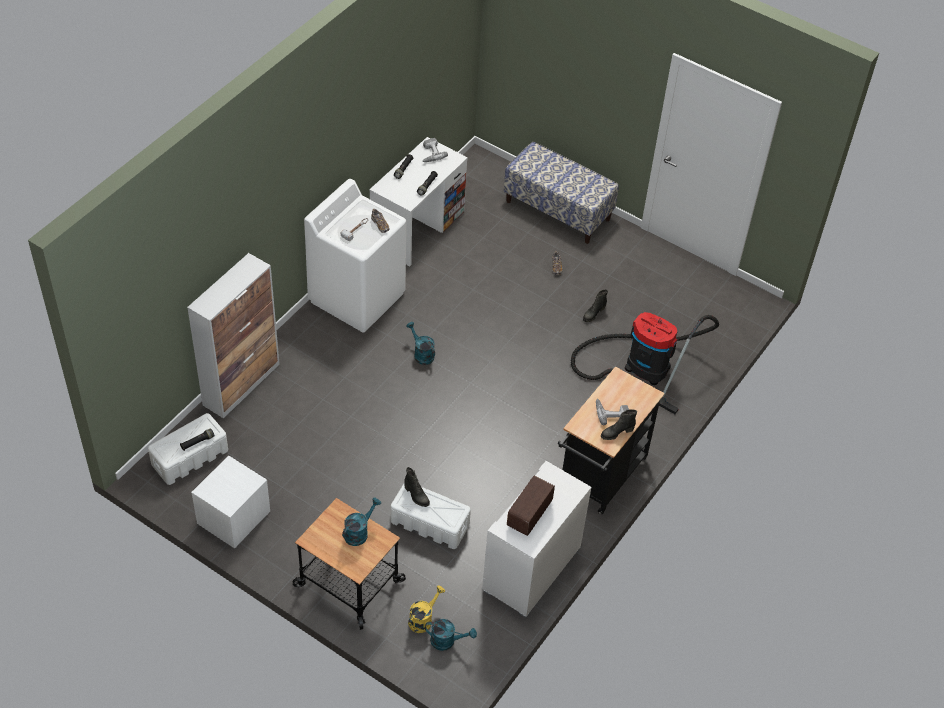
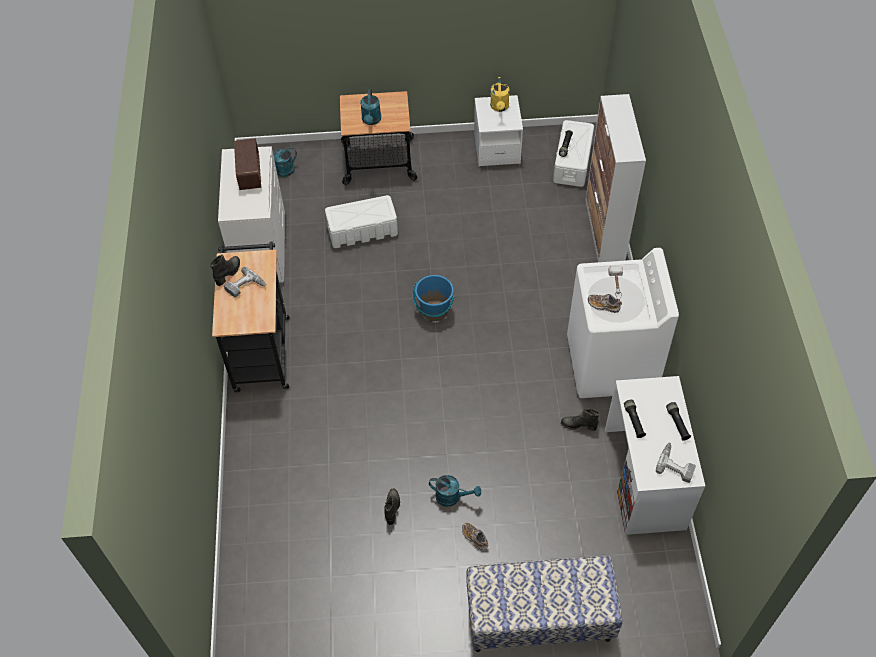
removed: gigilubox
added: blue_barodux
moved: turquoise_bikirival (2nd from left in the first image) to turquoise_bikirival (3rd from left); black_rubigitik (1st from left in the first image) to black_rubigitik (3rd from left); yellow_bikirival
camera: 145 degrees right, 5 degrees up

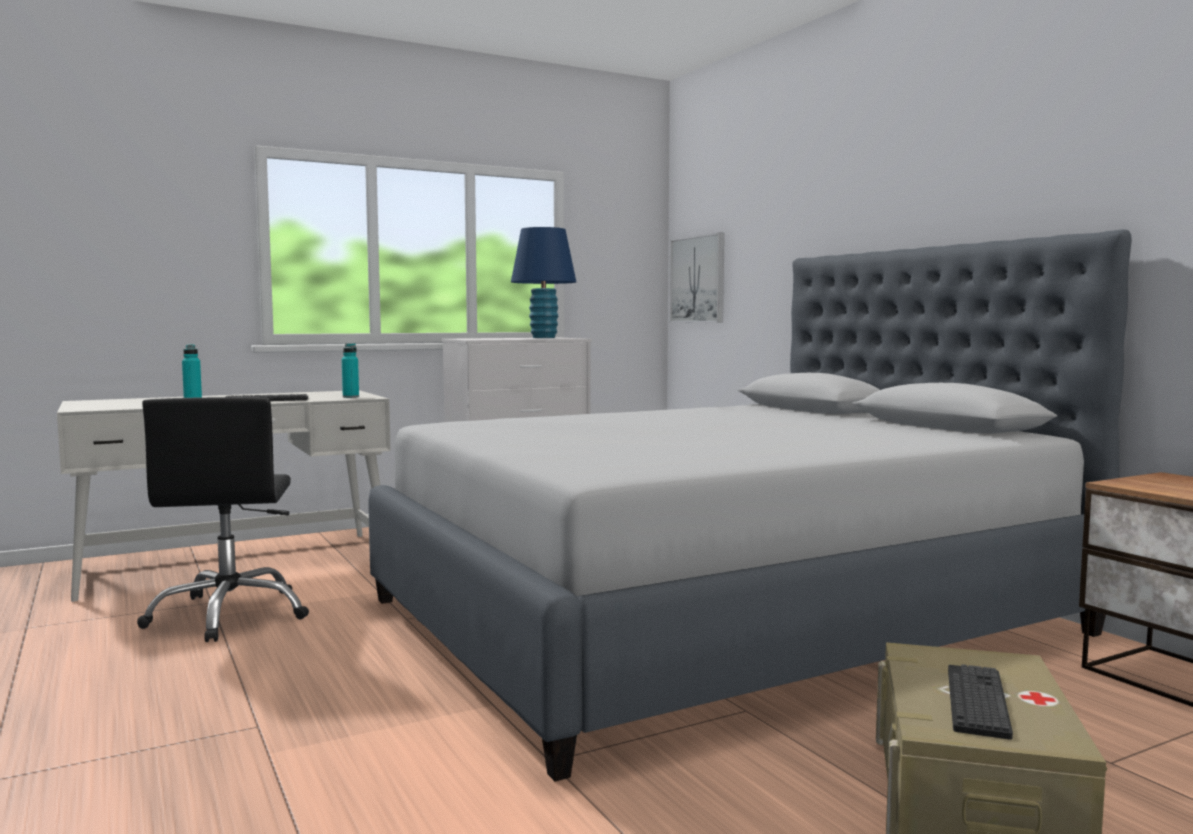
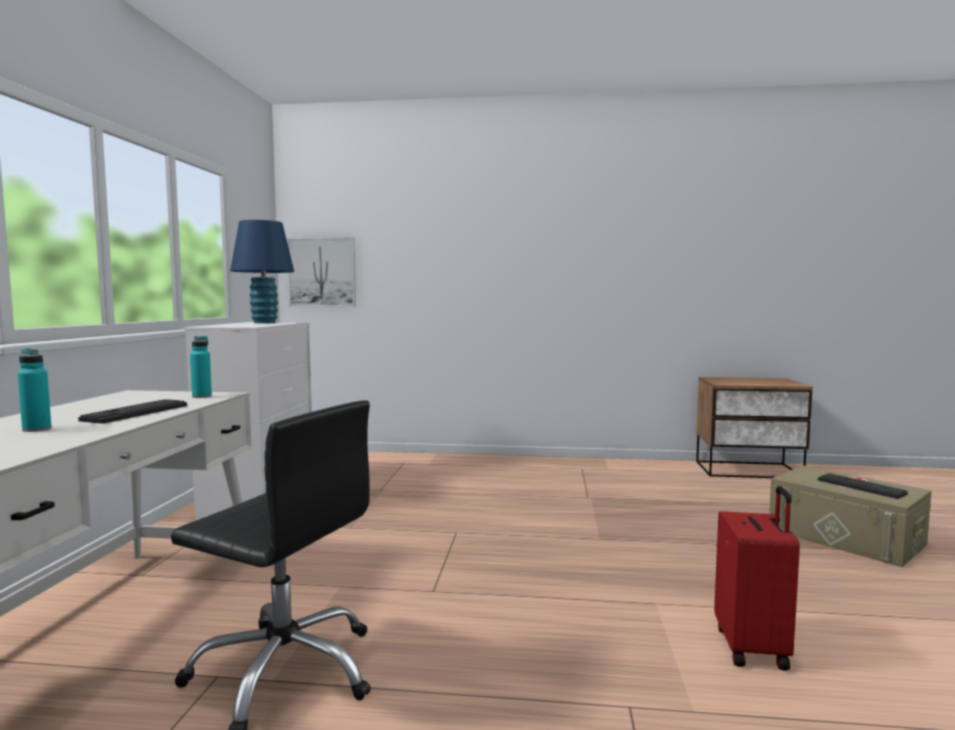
removed: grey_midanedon
added: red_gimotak
camera: 55 degrees left, 0 degrees up

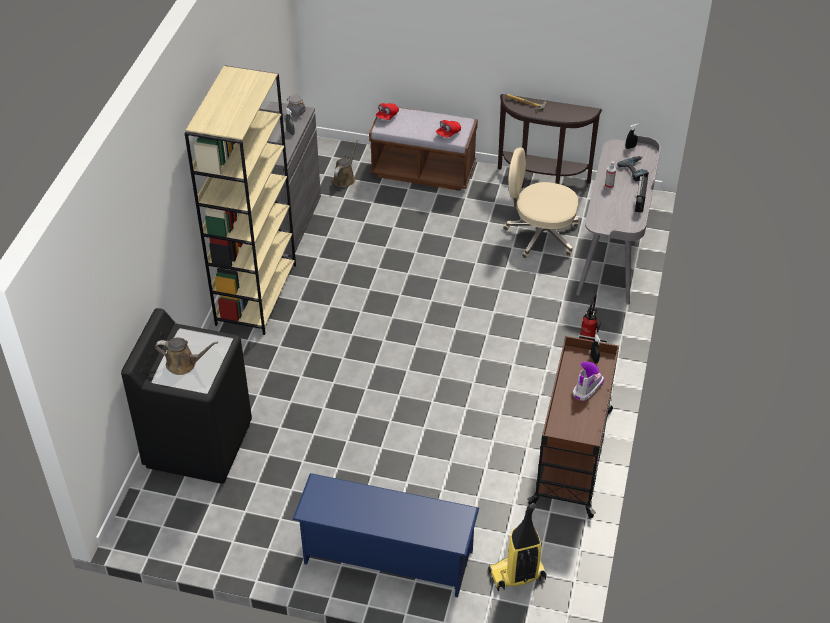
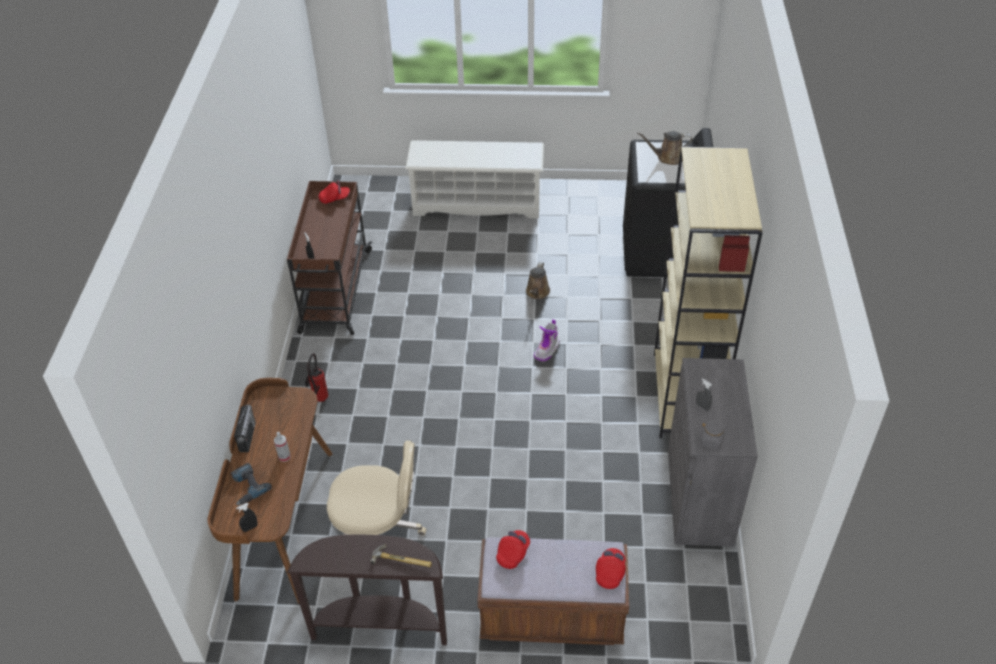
removed: gigilubox
added: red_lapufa (1st from left)
moved: brown_bikirival (2nd from left in the first image) to brown_bikirival (1st from left); rubigitik
recoloured: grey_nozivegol to brown_nozivegol; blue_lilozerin to white_lilozerin
camera: 170 degrees right, 0 degrees up

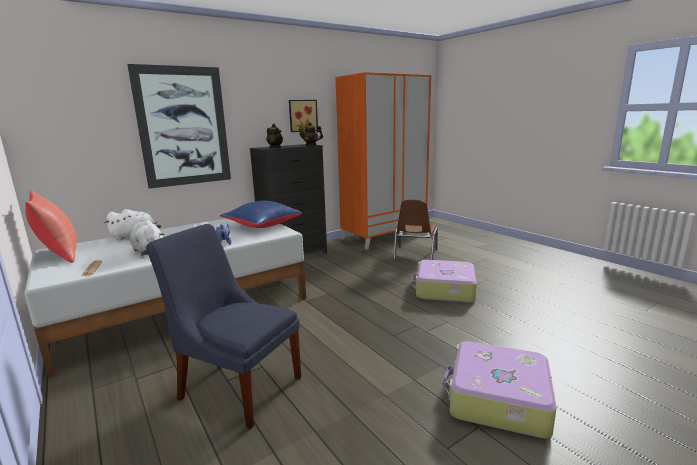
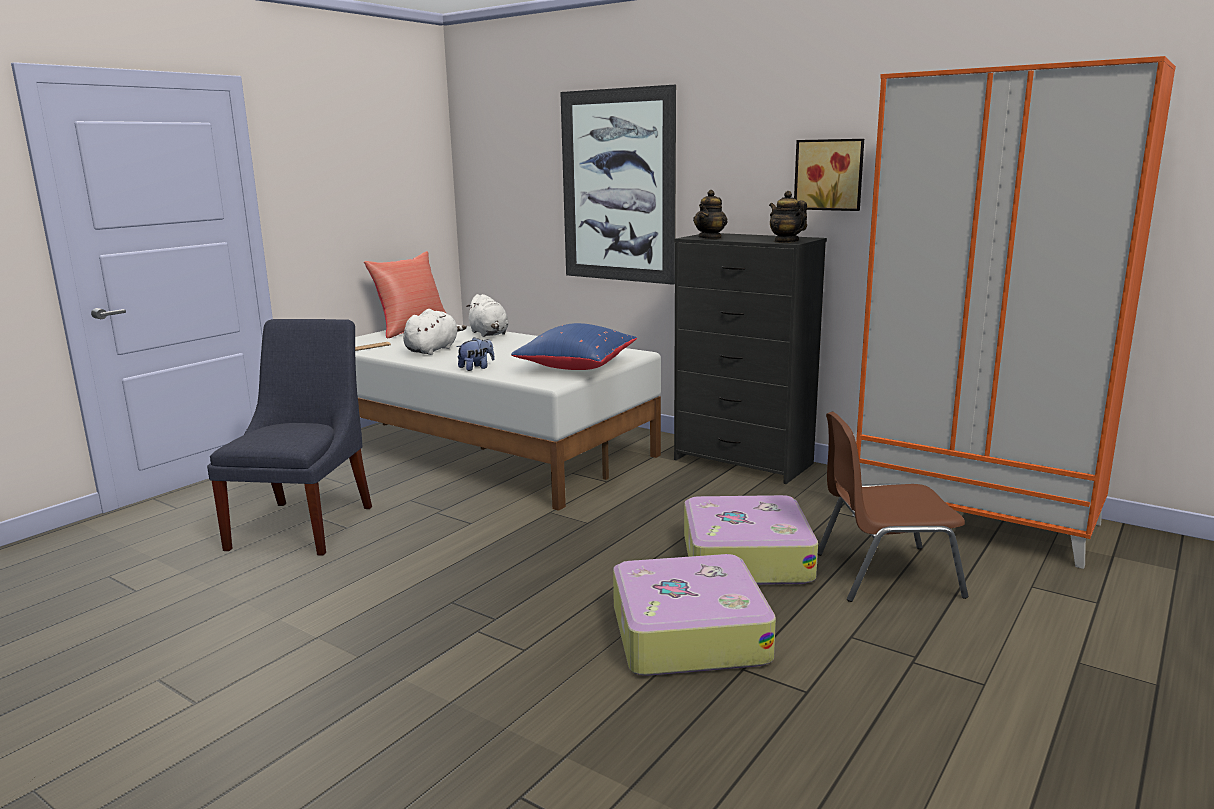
moved: gimotak (2nd from left)
camera: 70 degrees right, 0 degrees up

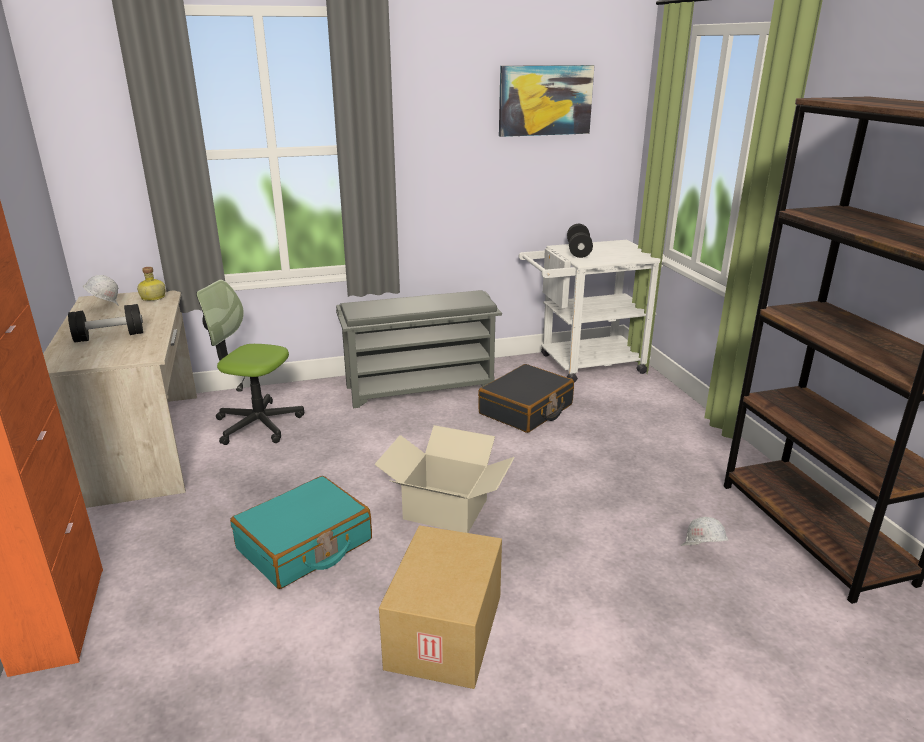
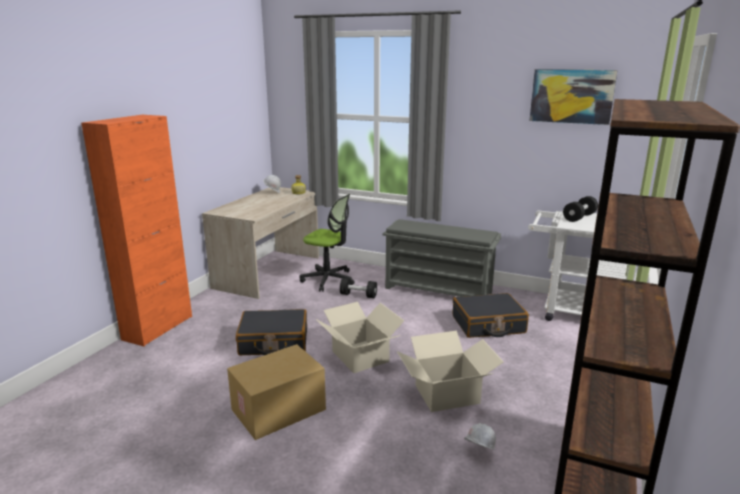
added: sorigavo (3rd from left)
moved: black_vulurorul (1st from left)
recoloured: turquoise_gimotak to black_gimotak (1st from left)
turned: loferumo 150 degrees clockwise
camera: 40 degrees right, 5 degrees down

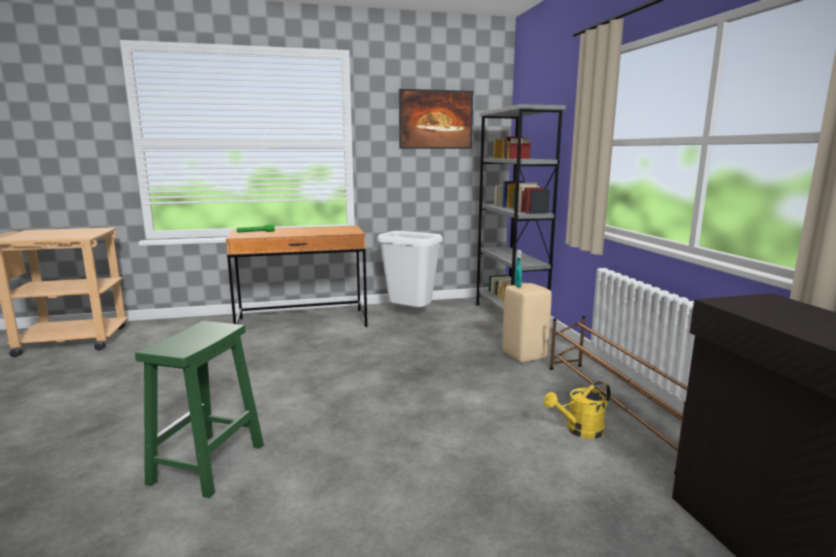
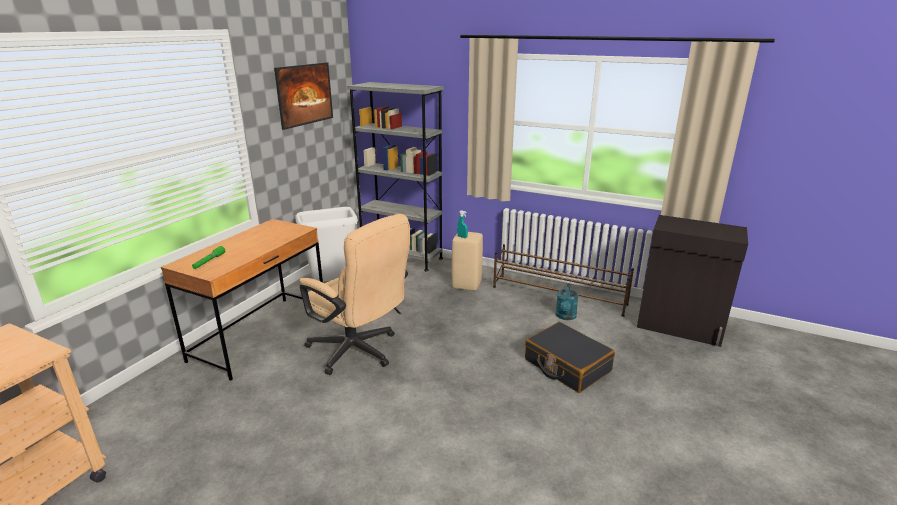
removed: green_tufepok
added: beige_loferumo; black_gimotak
recoloured: yellow_bikirival to turquoise_bikirival
camera: 50 degrees left, 10 degrees up

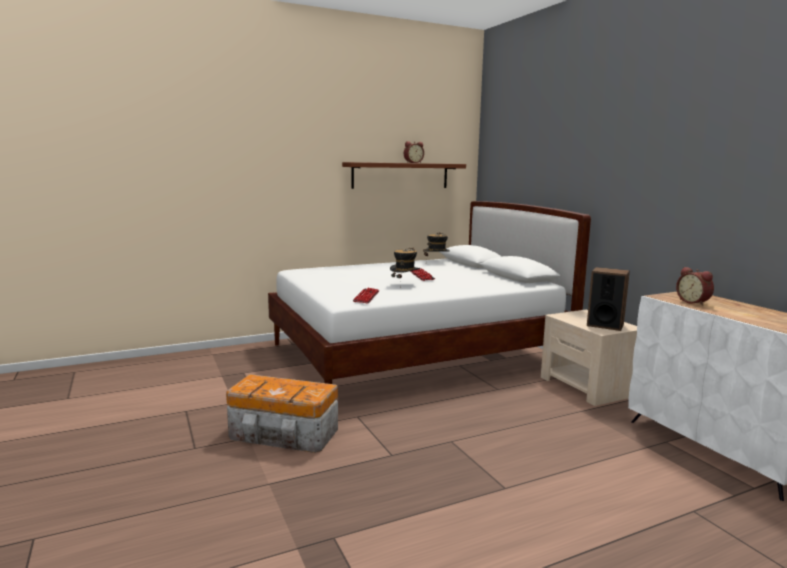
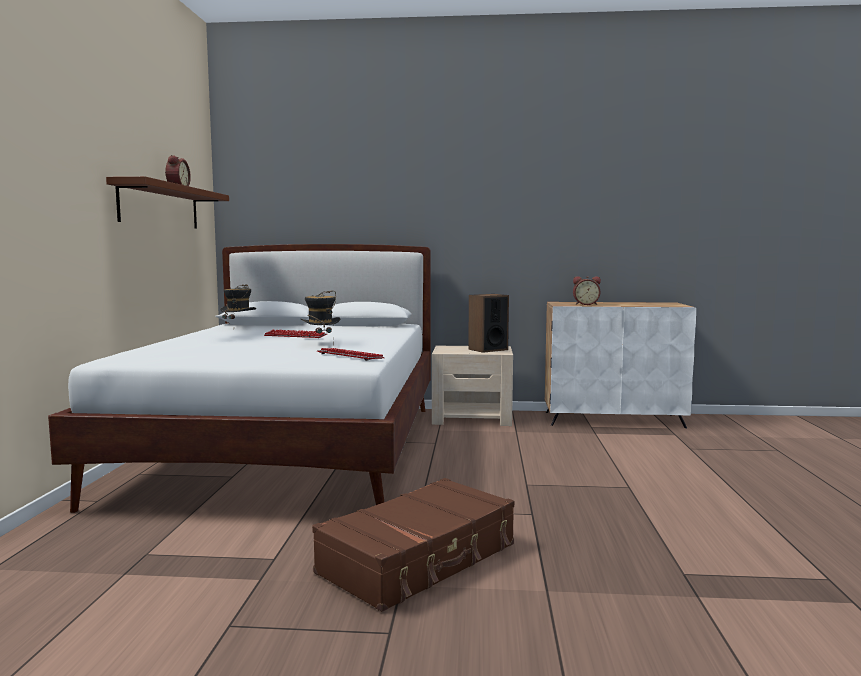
replaced: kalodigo to brown_gimotak
camera: 60 degrees left, 5 degrees down

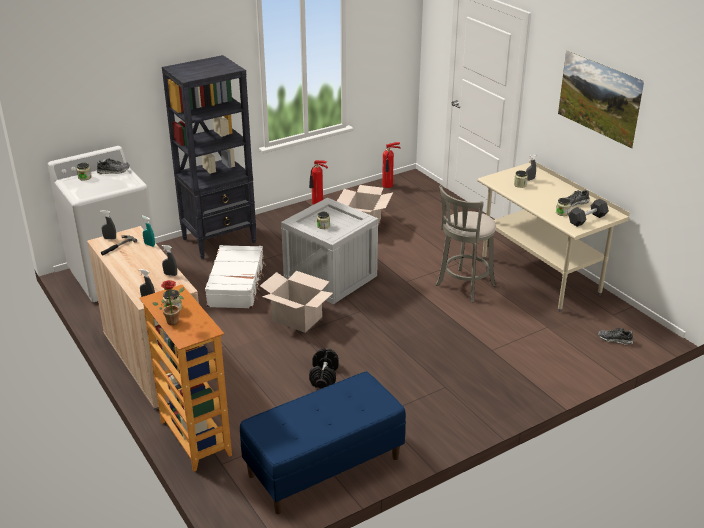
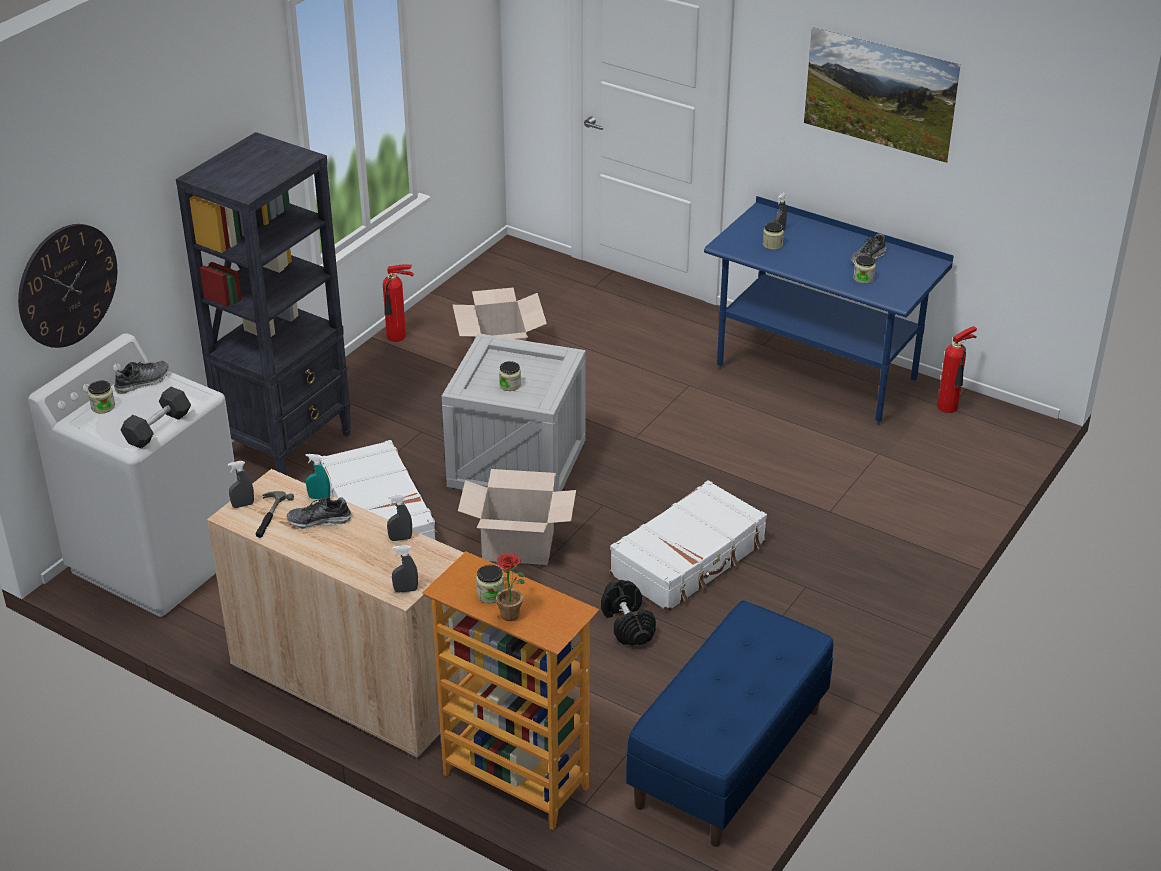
removed: grey_tufepok
added: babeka; white_gimotak (2nd from left)
moved: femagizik (2nd from left); black_vulurorul (2nd from left in the first image) to black_vulurorul (1st from left); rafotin (3rd from left in the first image) to rafotin (2nd from left)
recoloured: beige_nozivegol to blue_nozivegol
camera: 25 degrees left, 5 degrees up

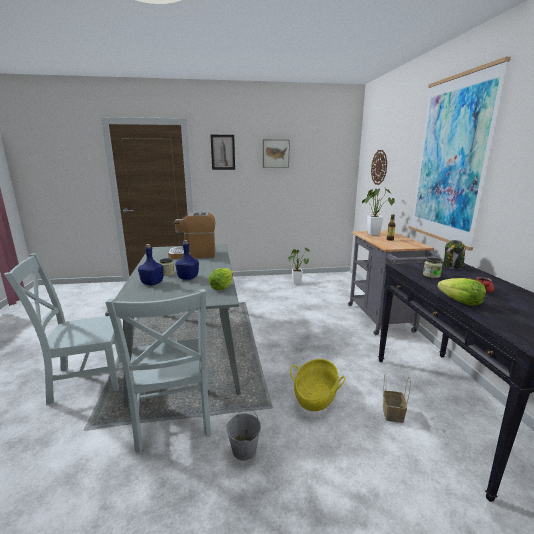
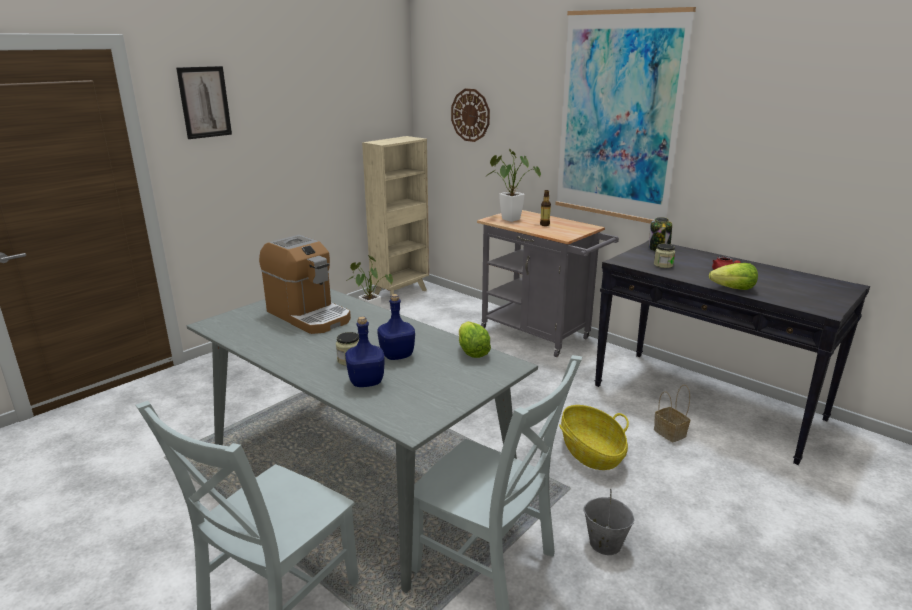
removed: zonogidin (2nd from left)
added: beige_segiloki
turned: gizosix 90 degrees counterclockwise
camera: 40 degrees left, 5 degrees up

